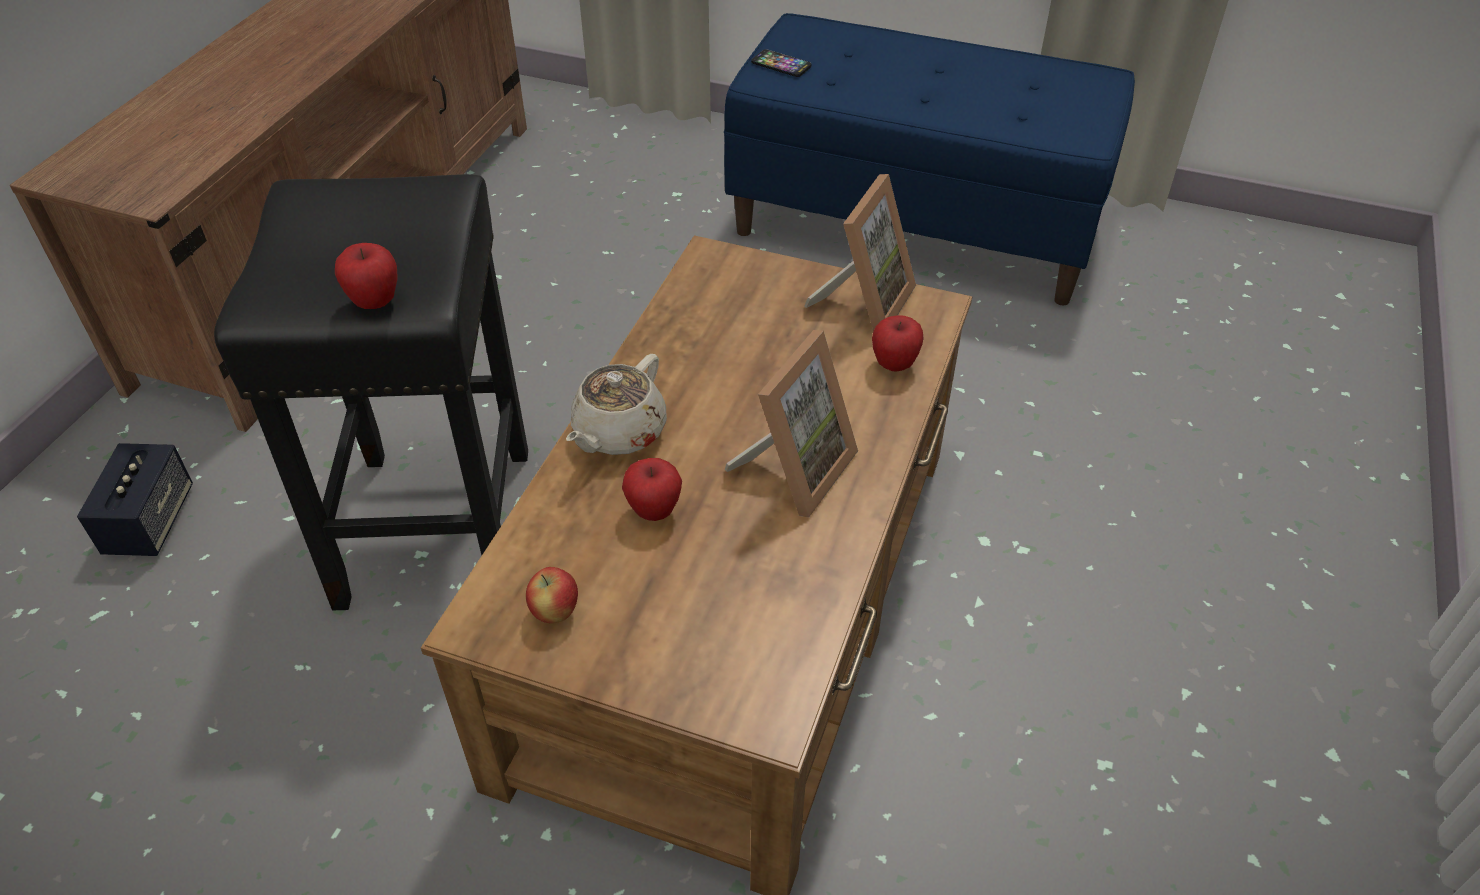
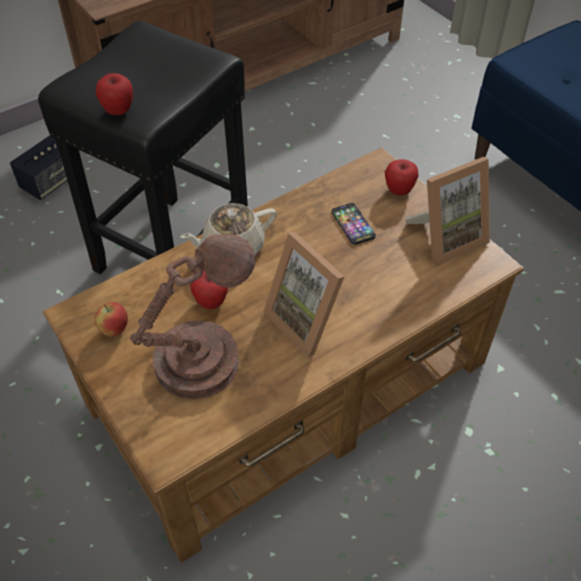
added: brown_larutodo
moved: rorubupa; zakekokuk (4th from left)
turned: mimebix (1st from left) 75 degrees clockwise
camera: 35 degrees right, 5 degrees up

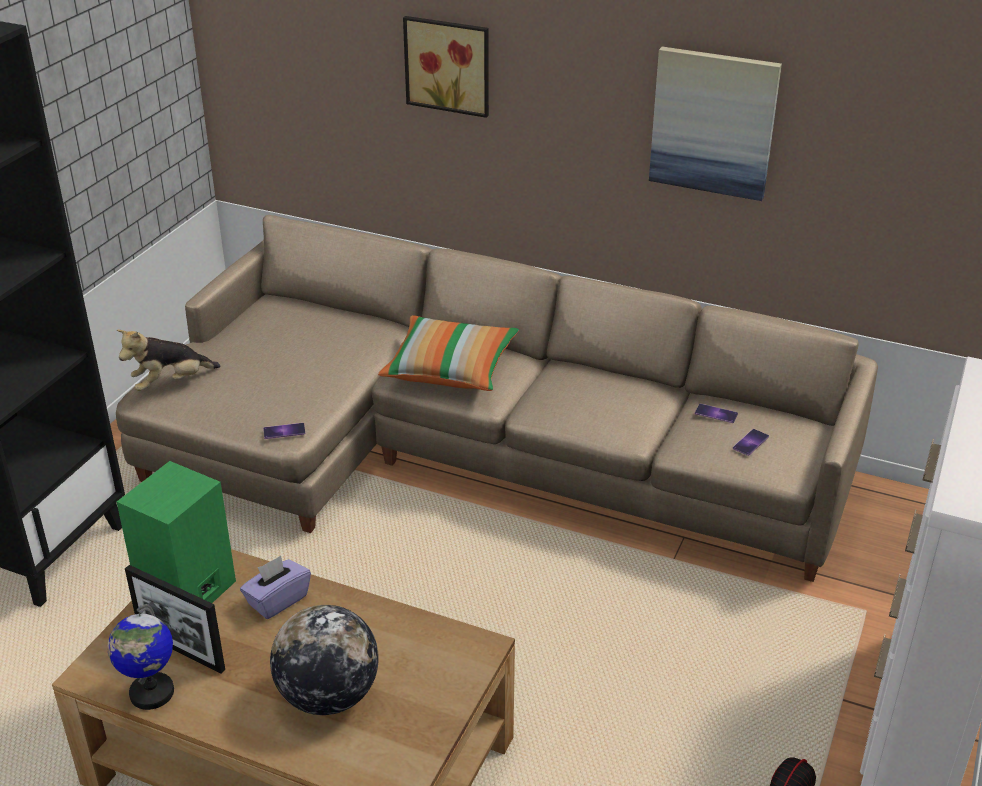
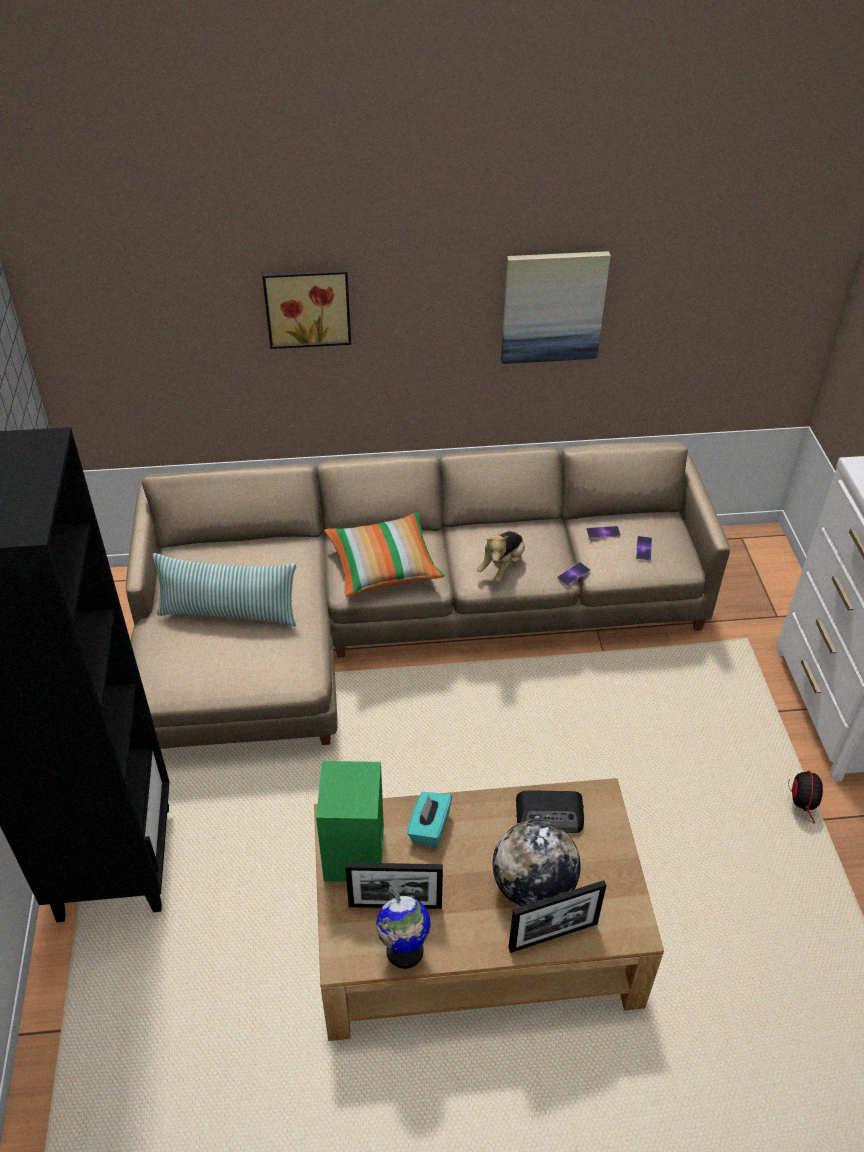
added: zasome (1st from left); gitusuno; mimebix (2nd from left)
moved: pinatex; rorubupa (1st from left)
recoloured: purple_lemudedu to turquoise_lemudedu
camera: 30 degrees left, 10 degrees up

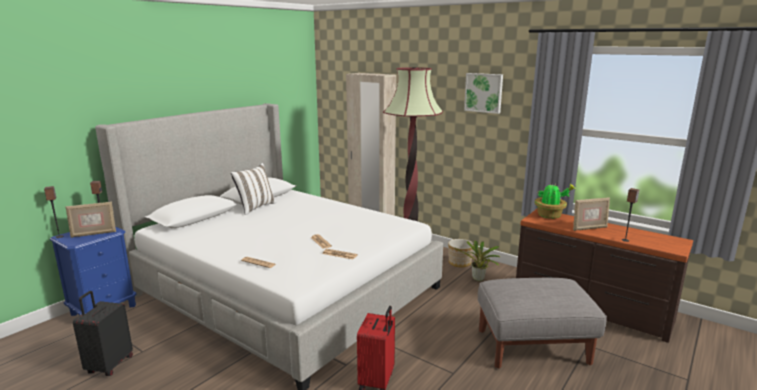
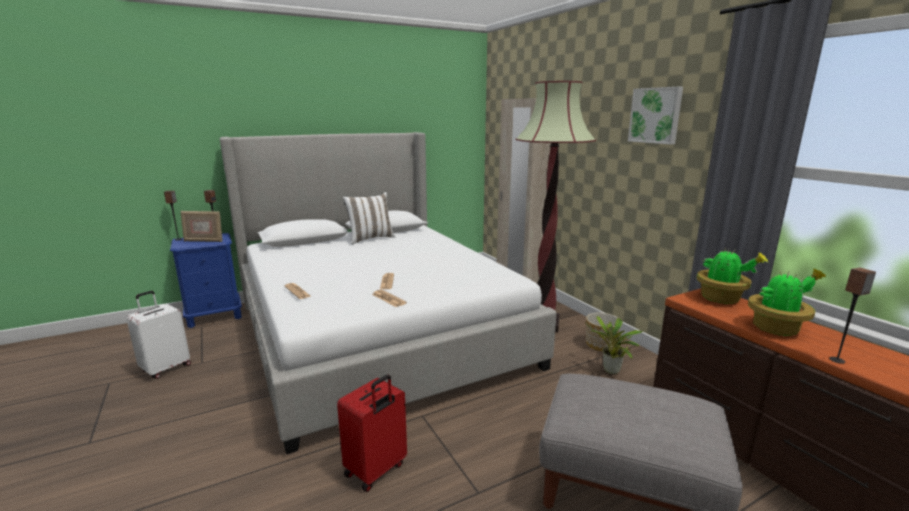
replaced: mimebix (2nd from left) to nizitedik (3rd from left)
recoloured: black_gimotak to white_gimotak
camera: 25 degrees right, 0 degrees up

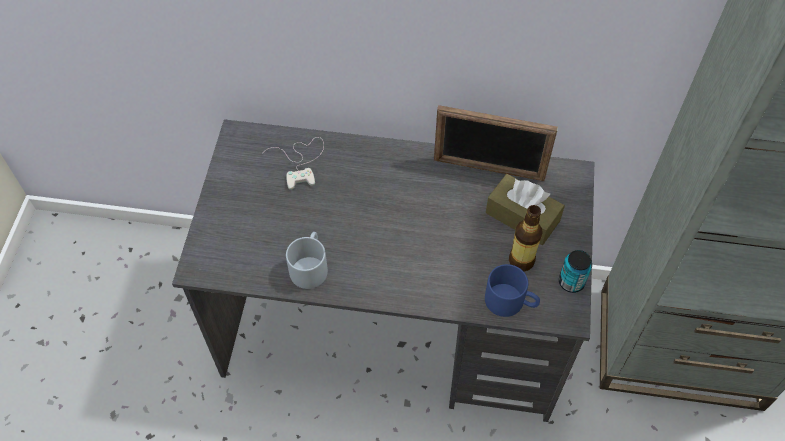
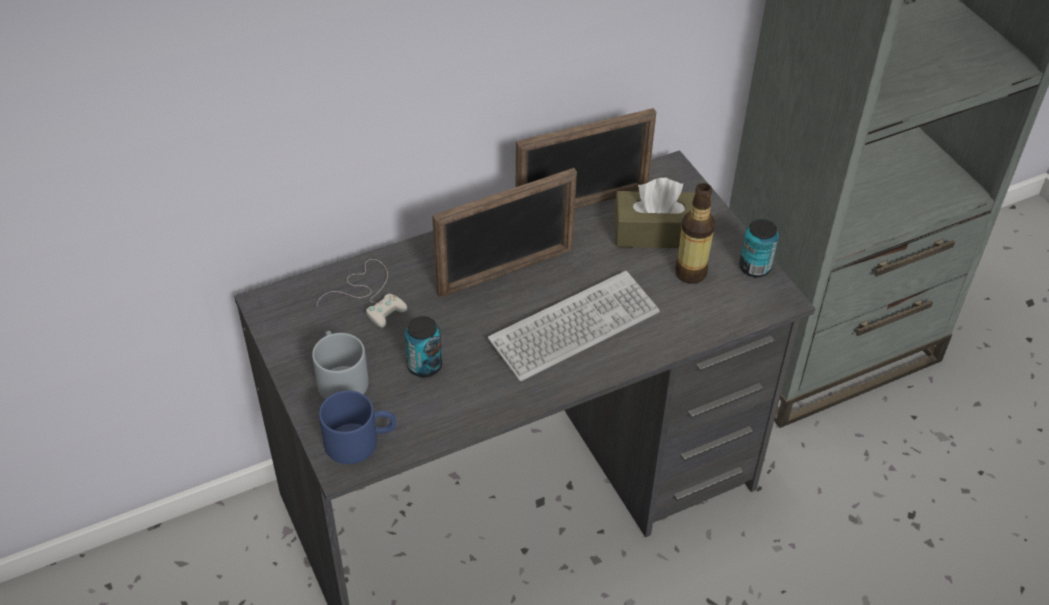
added: mimebix (1st from left); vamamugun; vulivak (1st from left)
moved: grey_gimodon; blue_gimodon
camera: 35 degrees left, 10 degrees down

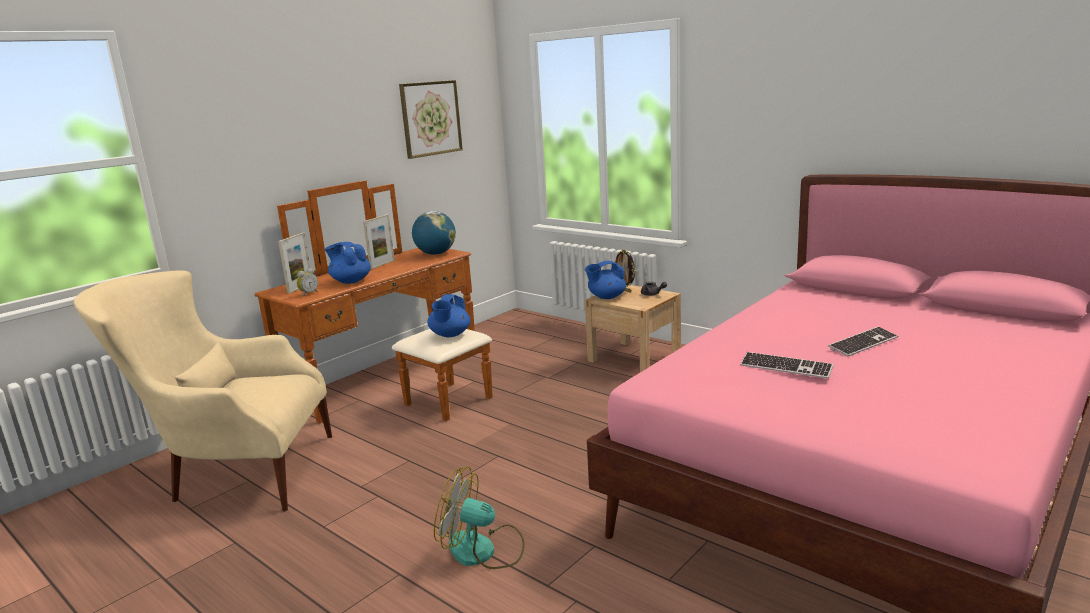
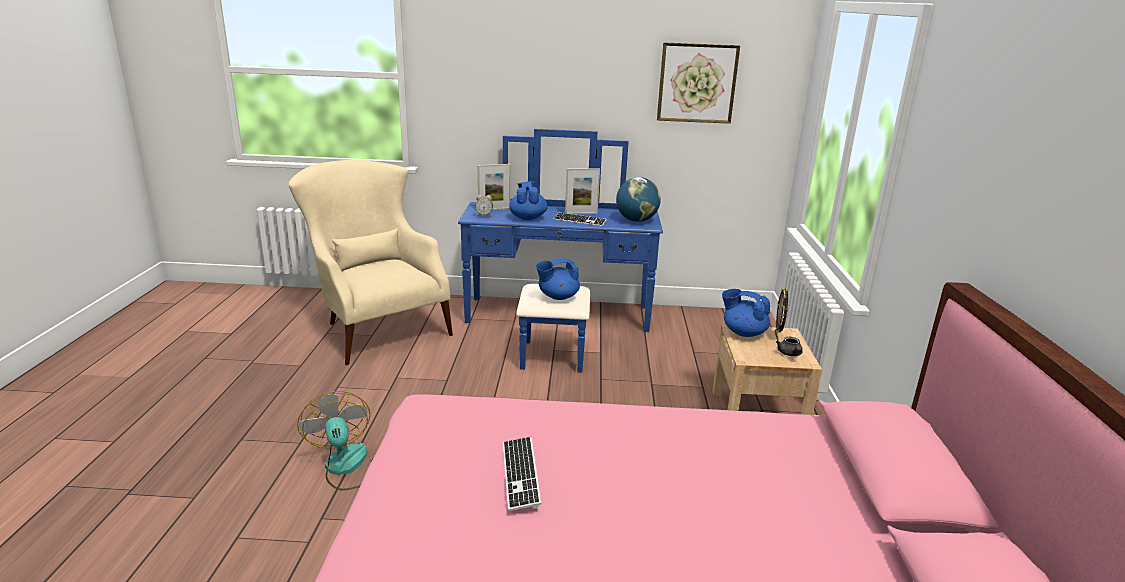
moved: vamamugun (2nd from left)
recoloured: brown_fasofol to blue_fasofol
camera: 50 degrees right, 5 degrees up

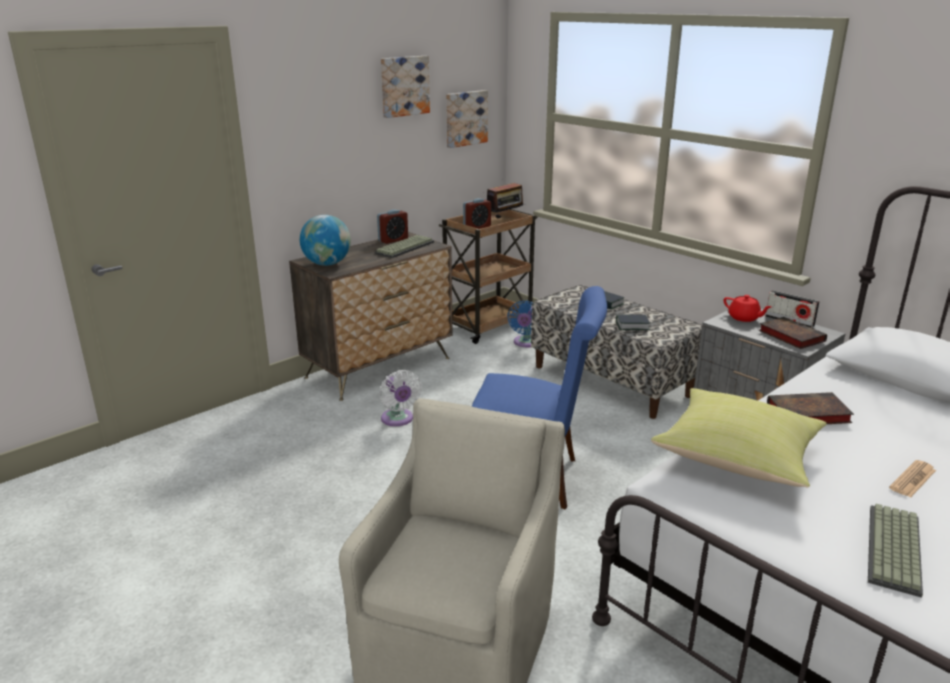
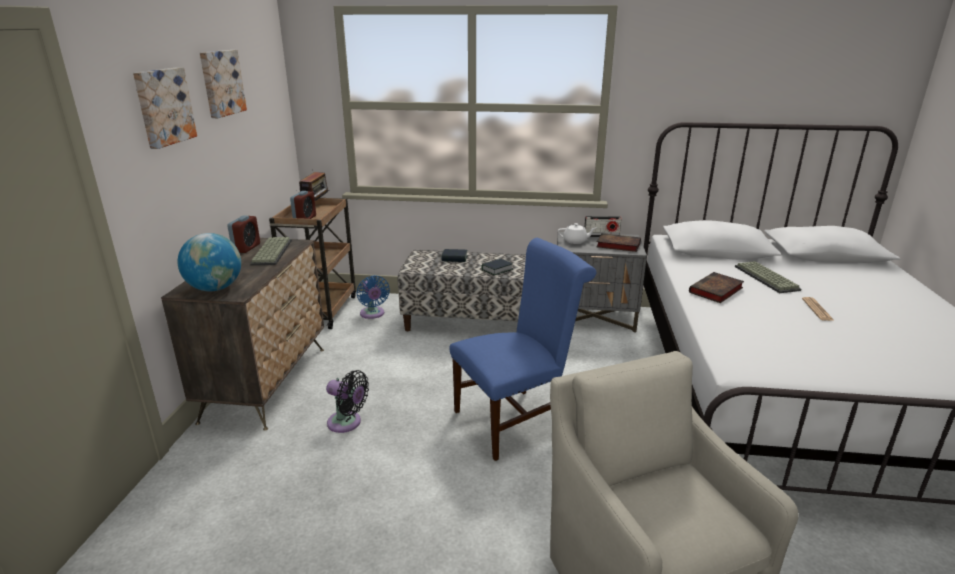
removed: yellow_zasome
moved: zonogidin (2nd from left in the first image) to zonogidin (1st from left); vamamugun (2nd from left)
recoloured: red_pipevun to white_pipevun; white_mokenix to black_mokenix
camera: 40 degrees left, 0 degrees up

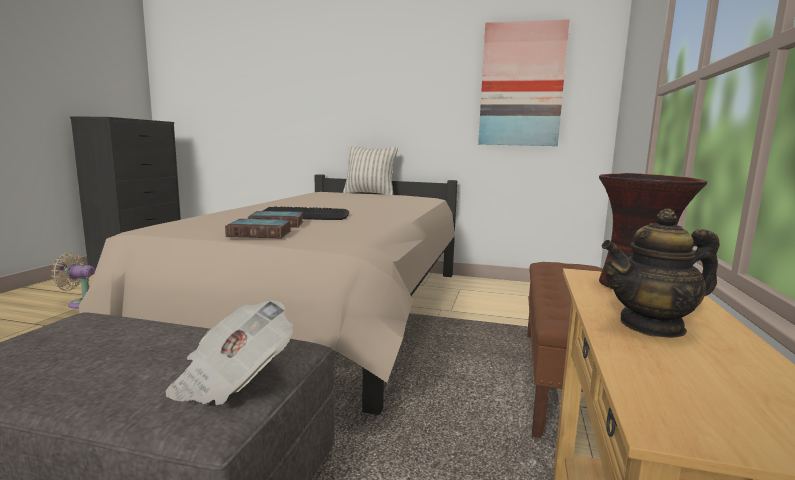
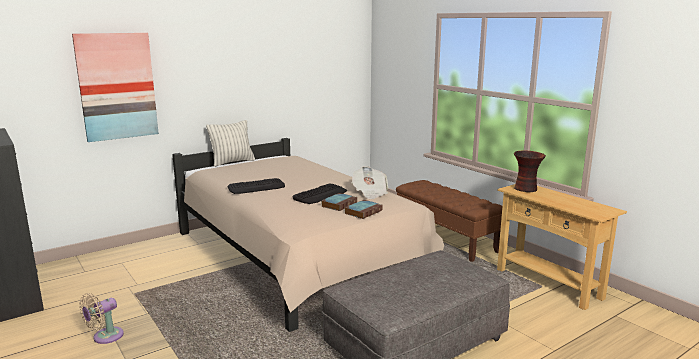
removed: pipevun
added: vamamugun (1st from left)
moved: zonogidin; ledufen
camera: 50 degrees left, 5 degrees up

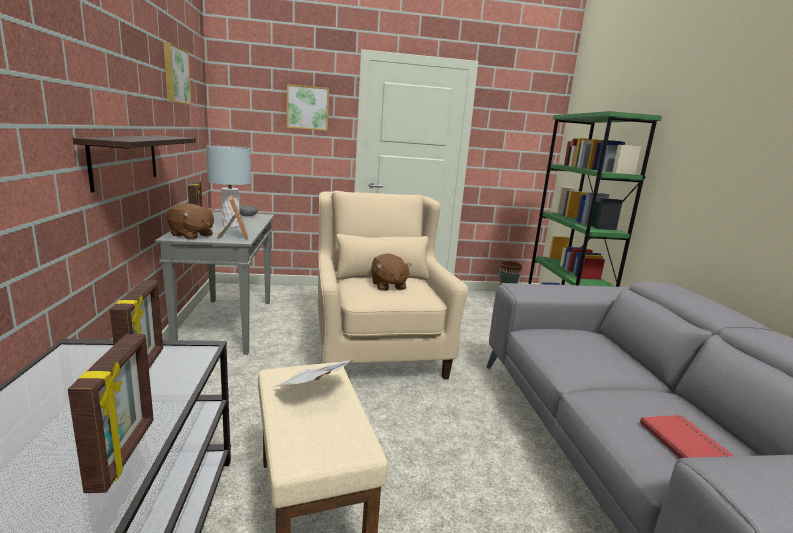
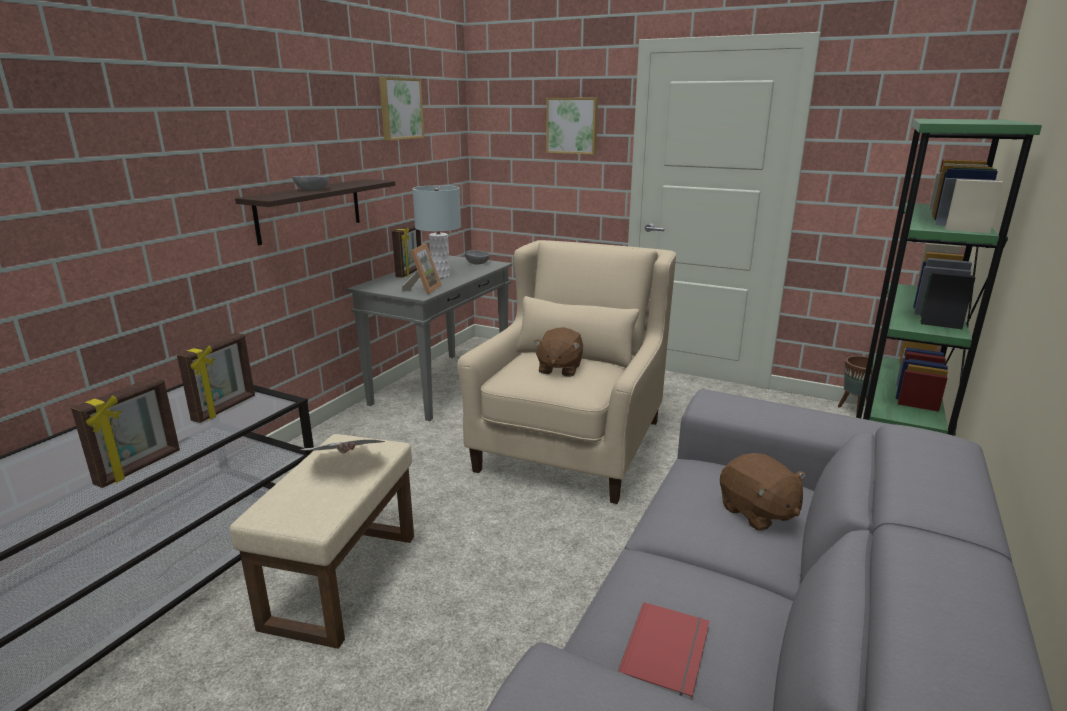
added: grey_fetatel (1st from left)
moved: brown_pinatex (1st from left in the first image) to brown_pinatex (2nd from left)
camera: 35 degrees right, 5 degrees up

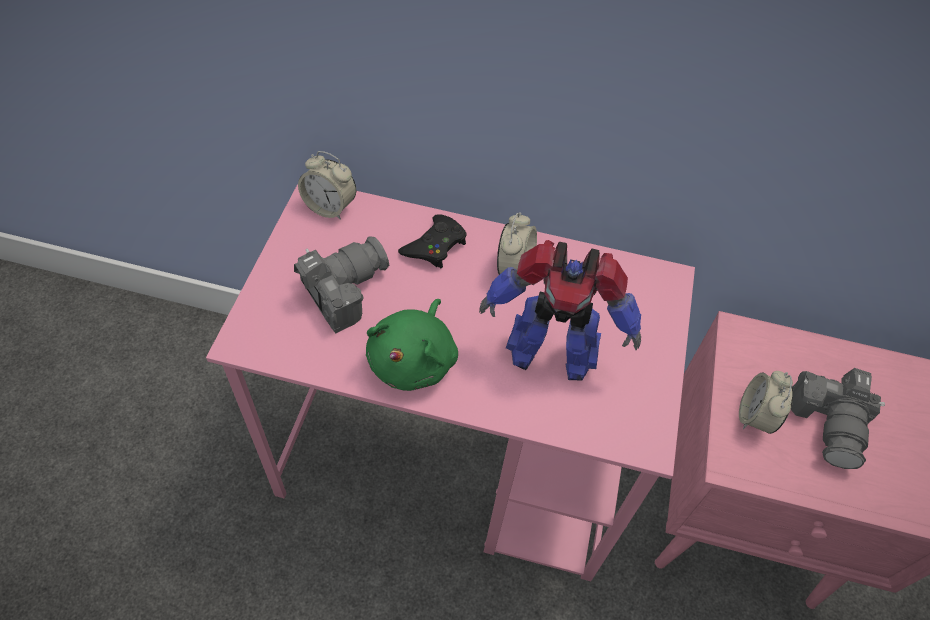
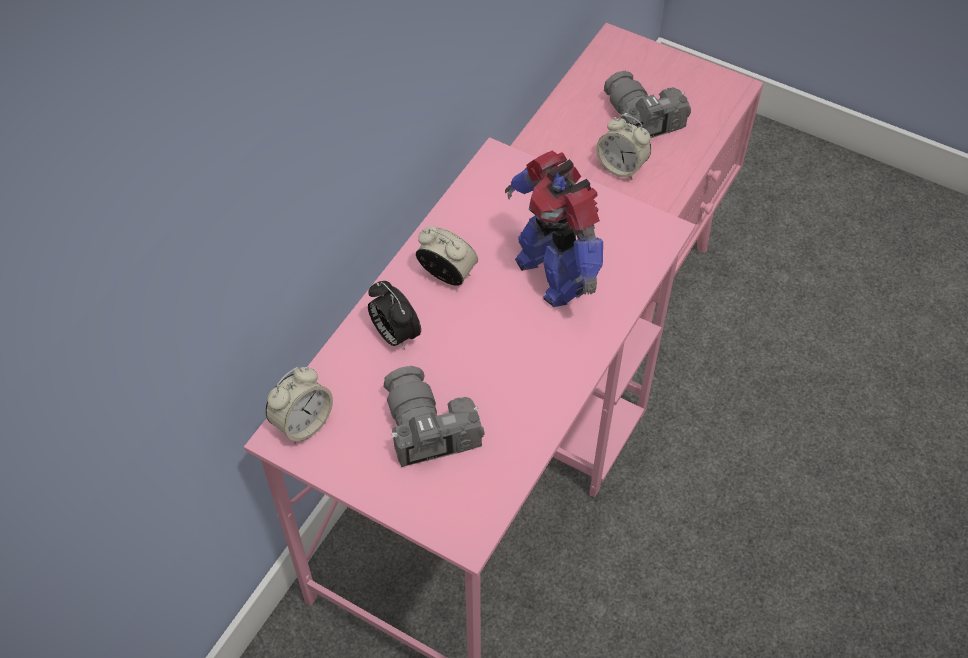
removed: green_pinatex
replaced: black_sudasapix to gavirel (2nd from left)
turned: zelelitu 120 degrees clockwise; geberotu (2nd from left) 150 degrees counterclockwise
camera: 70 degrees left, 0 degrees up

